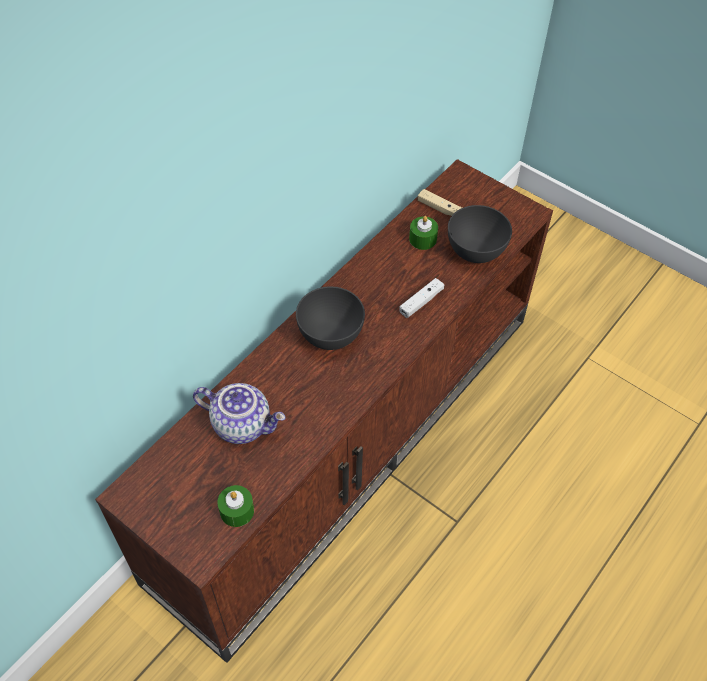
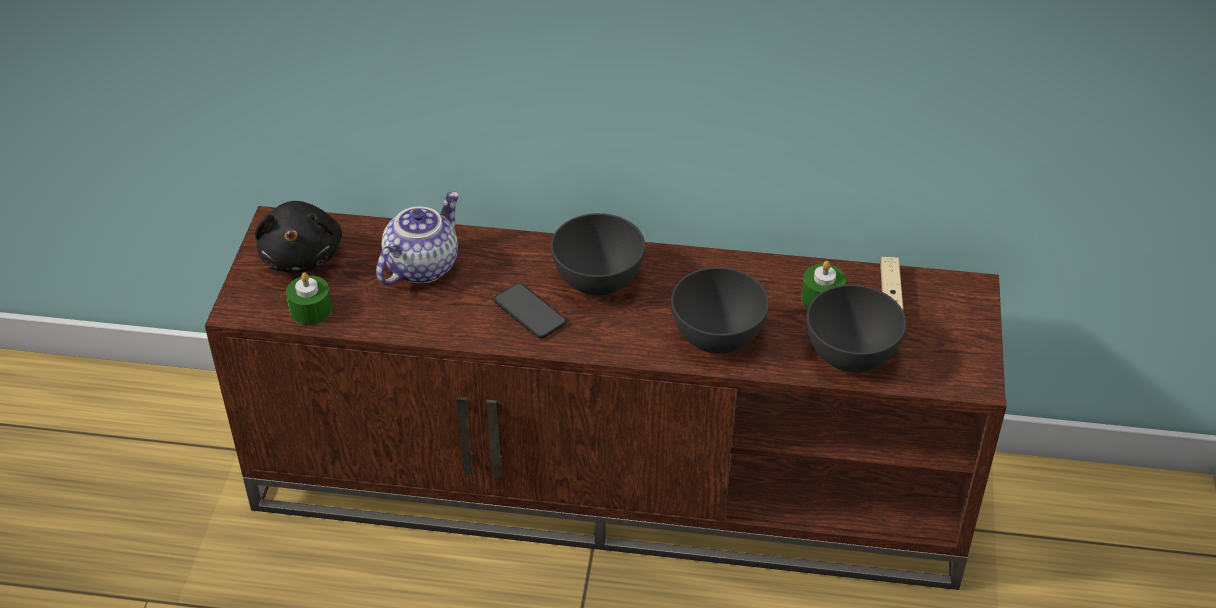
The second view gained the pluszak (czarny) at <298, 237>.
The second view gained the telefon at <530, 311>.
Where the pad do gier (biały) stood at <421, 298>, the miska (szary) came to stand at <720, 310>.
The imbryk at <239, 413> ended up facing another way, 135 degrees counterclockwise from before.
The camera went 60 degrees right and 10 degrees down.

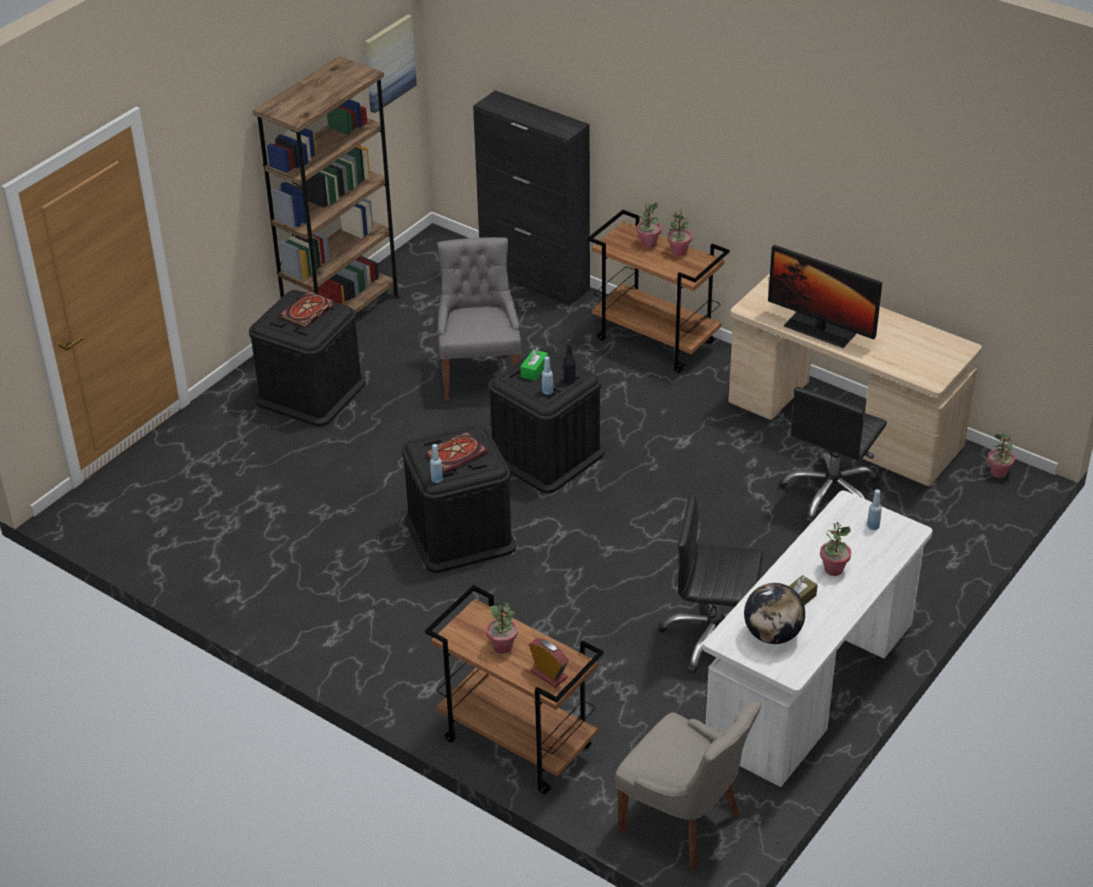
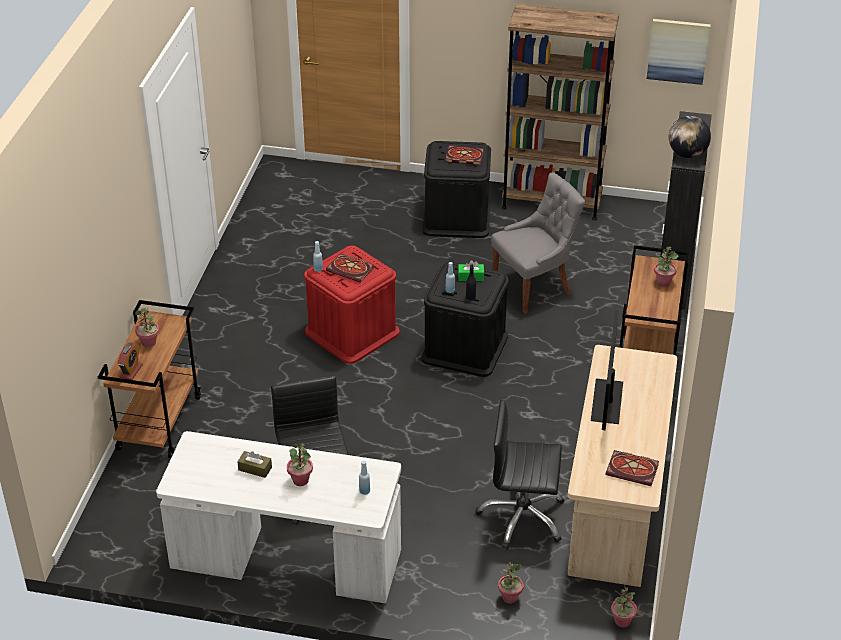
The second view lost the krzesło (szary) at <688, 785>.
The second view gained the książka at <632, 468>.
The roślina doniczkowa ended up elsewhere, having gone from <679, 233> to <511, 583>.
The globus ended up elsewhere, having gone from <774, 613> to <690, 137>.
What was the pojemnik do przechowywania (czarny) at <459, 499> turned into the pojemnik do przechowywania (czerwony) at <351, 304>.
The camera went 65 degrees right and 0 degrees up.

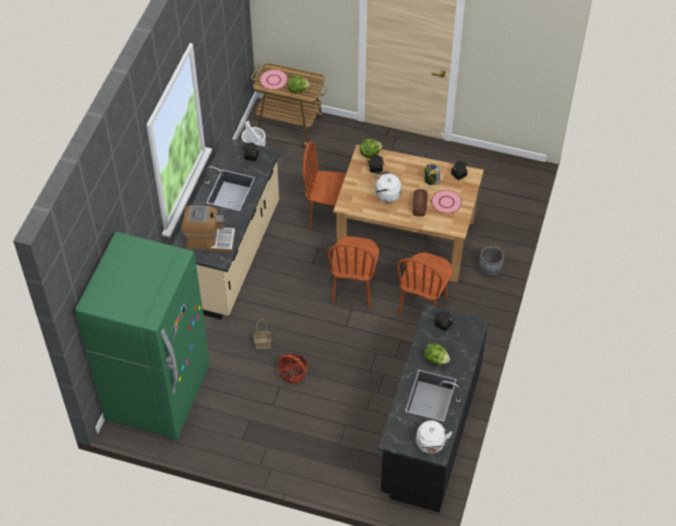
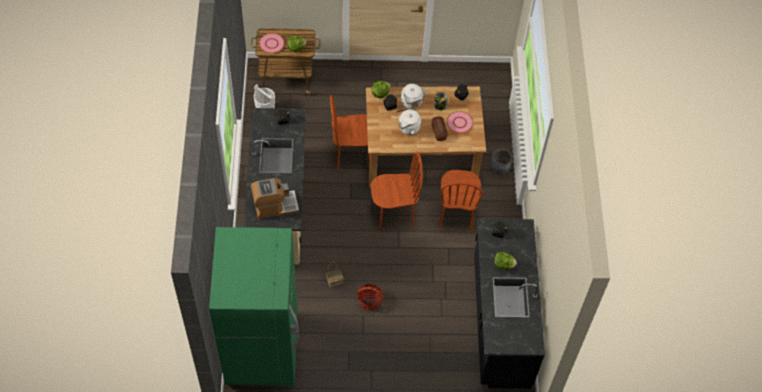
The czajnik (biały) ended up elsewhere, having gone from <434, 437> to <414, 96>.
The krzesło (brązowy) at <353, 272> ended up facing another way, 90 degrees counterclockwise from before.
The camera went 20 degrees left and 5 degrees up.

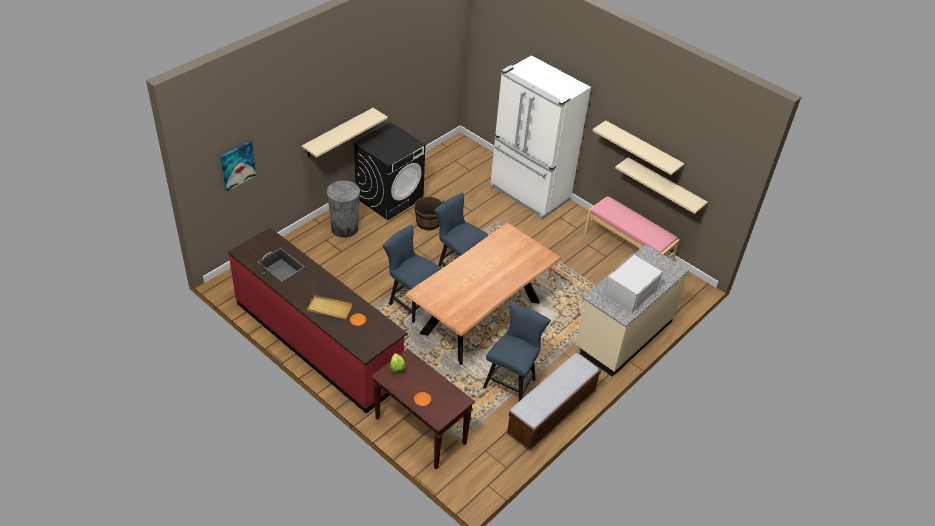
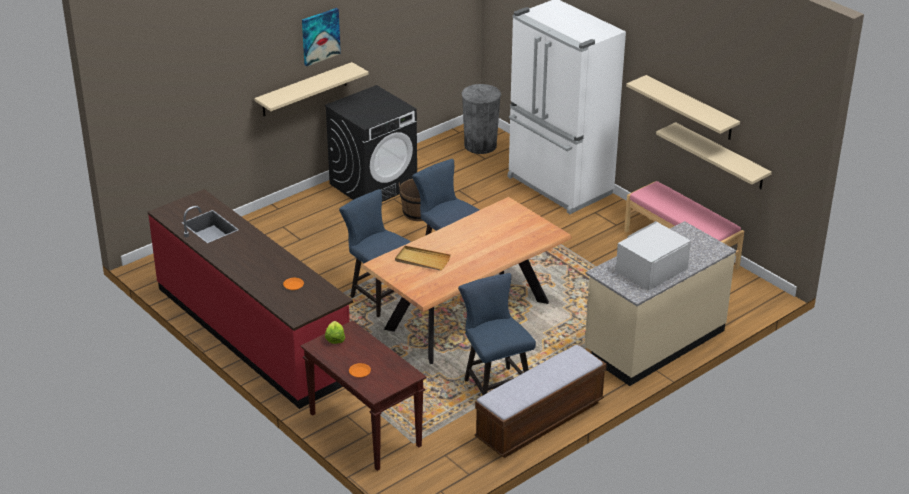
The obraz ended up elsewhere, having gone from <238, 166> to <321, 37>.
The taca (beżowy) ended up elsewhere, having gone from <330, 307> to <423, 258>.
The kosz na śmieci (szary) ended up elsewhere, having gone from <343, 209> to <481, 119>.
The krzesło (niebieski) at <517, 352> ended up facing another way, 60 degrees counterclockwise from before.
The camera went 10 degrees right and 10 degrees down.

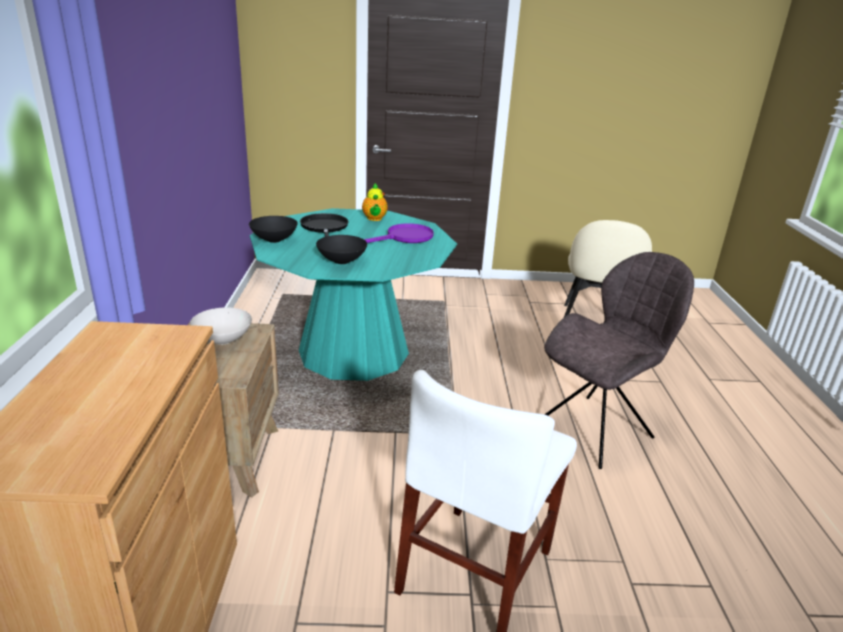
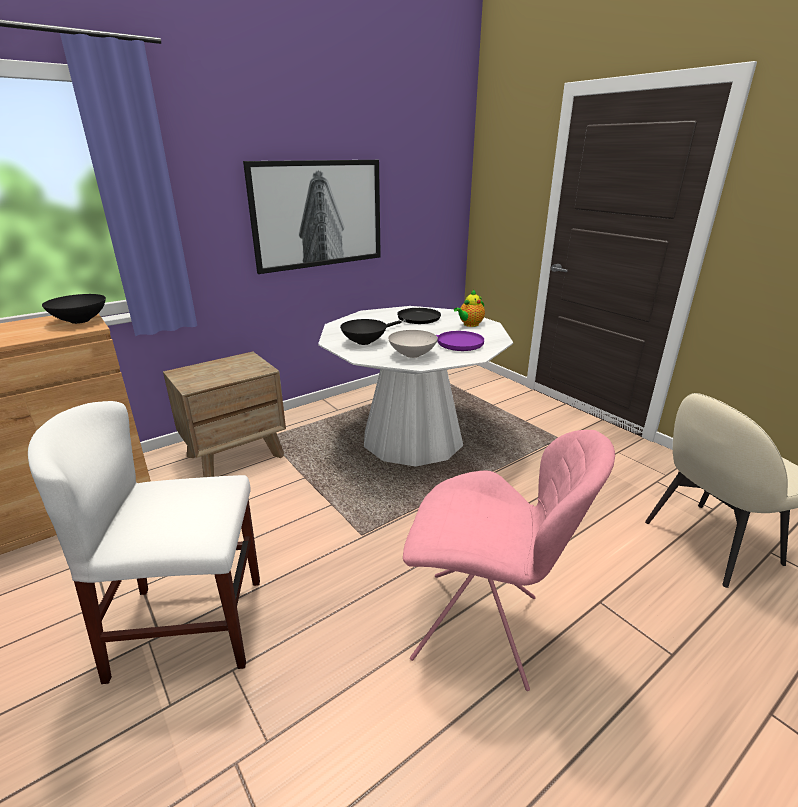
The second view gained the obraz at <312, 217>.
The miska (biały) ended up elsewhere, having gone from <221, 326> to <413, 344>.
The miska (czarny) ended up elsewhere, having gone from <273, 229> to <74, 309>.
What was the stół jadalny (turkusowy) at <353, 294> turned into the stół jadalny (biały) at <415, 386>.
What was the krzesło (szary) at <619, 360> turned into the krzesło (różowy) at <509, 560>.
The camera went 55 degrees right and 0 degrees up.

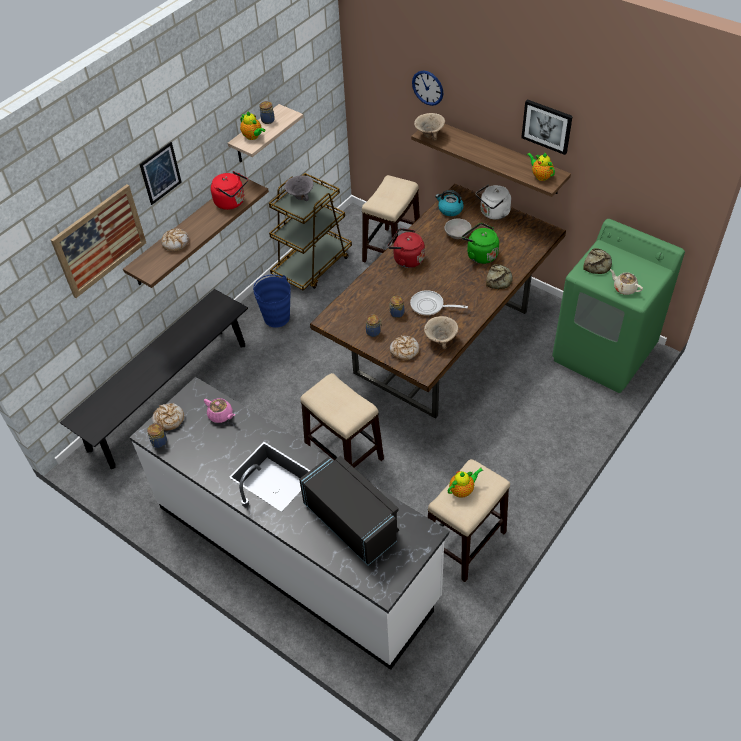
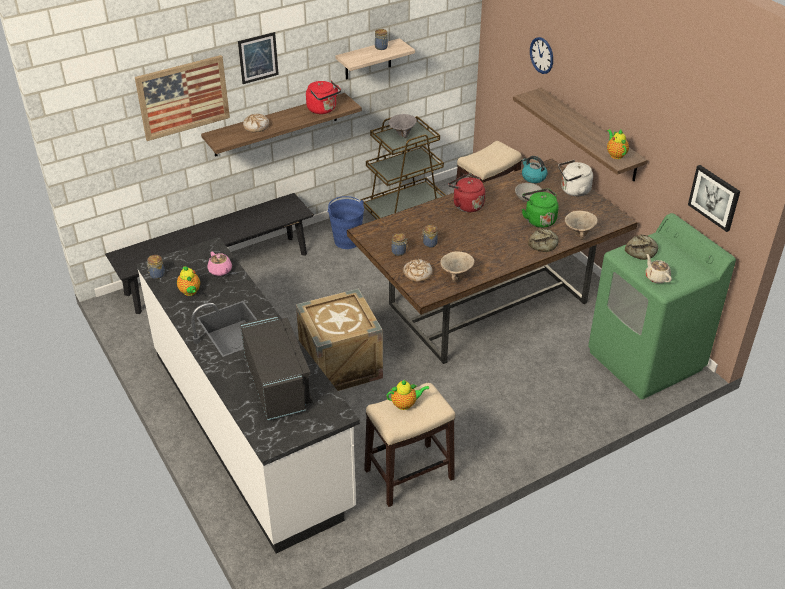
The second view lost the chleb at <168, 417>.
The second view lost the patelnia at <439, 303>.
The imbryk ended up elsewhere, having gone from <253, 125> to <188, 281>.
The miska (beżowy) ended up elsewhere, having gone from <429, 127> to <581, 225>.
The obraz ended up elsewhere, having gone from <547, 127> to <714, 198>.
Where the stołek stood at <342, 420>, the skrzynka came to stand at <339, 340>.
The camera went 20 degrees right and 10 degrees down.

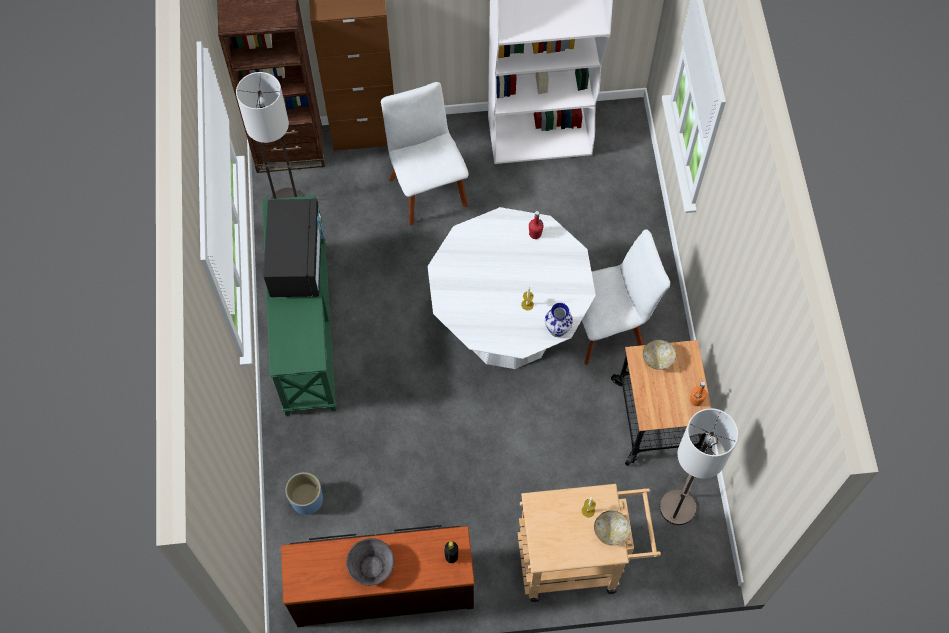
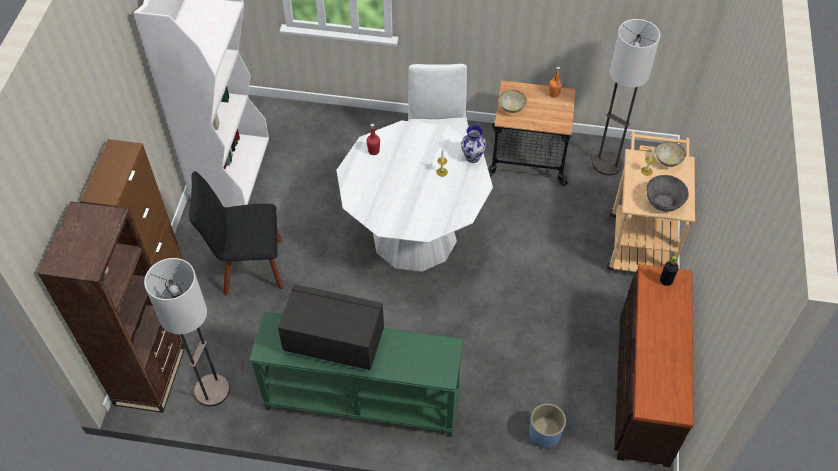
The miska (szary) ended up elsewhere, having gone from <370, 562> to <667, 193>.
What was the krzesło (biały) at <425, 154> turned into the krzesło (czarny) at <236, 233>.
The camera went 75 degrees left and 10 degrees down.

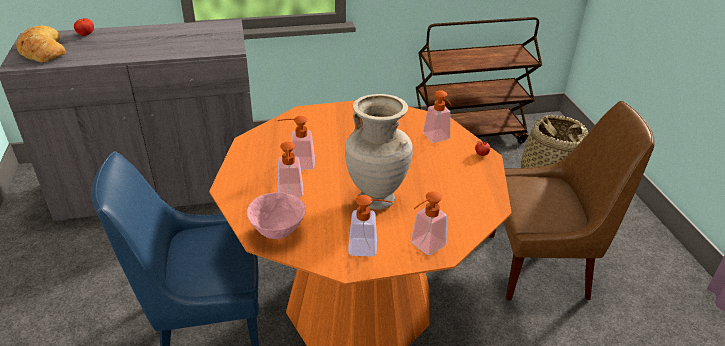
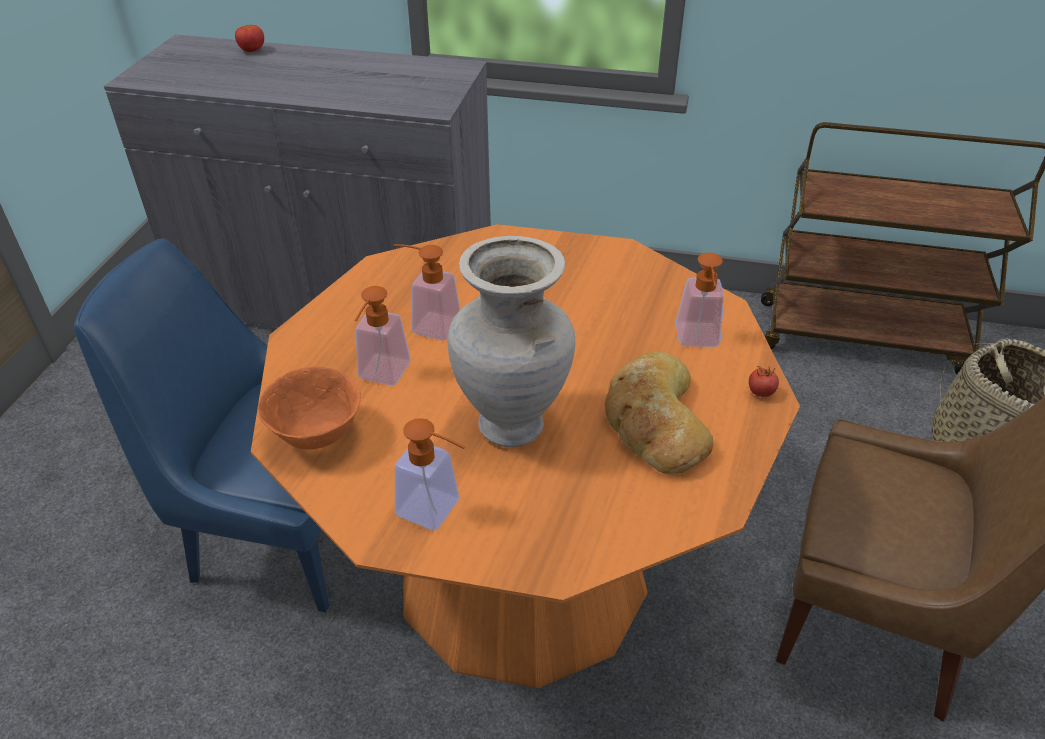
The second view lost the dozownik mydła at <429, 223>.
The chleb ended up elsewhere, having gone from <41, 44> to <659, 413>.
What was the miska (różowy) at <276, 215> turned into the miska (pomarańczowy) at <309, 408>.
The camera went 25 degrees right and 5 degrees up.

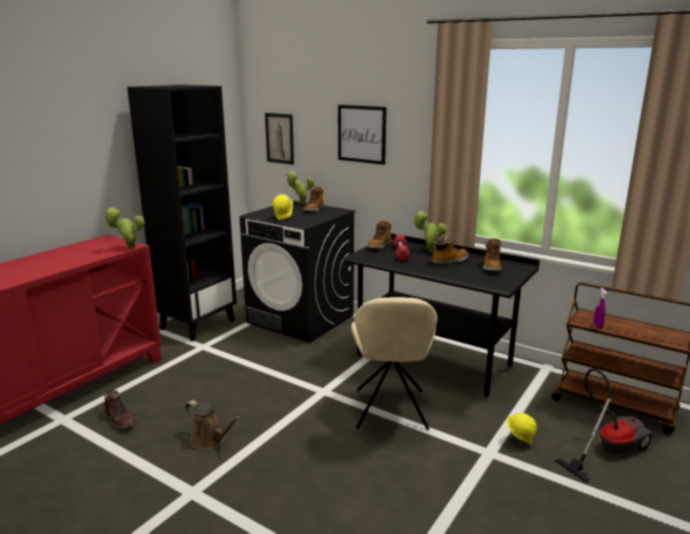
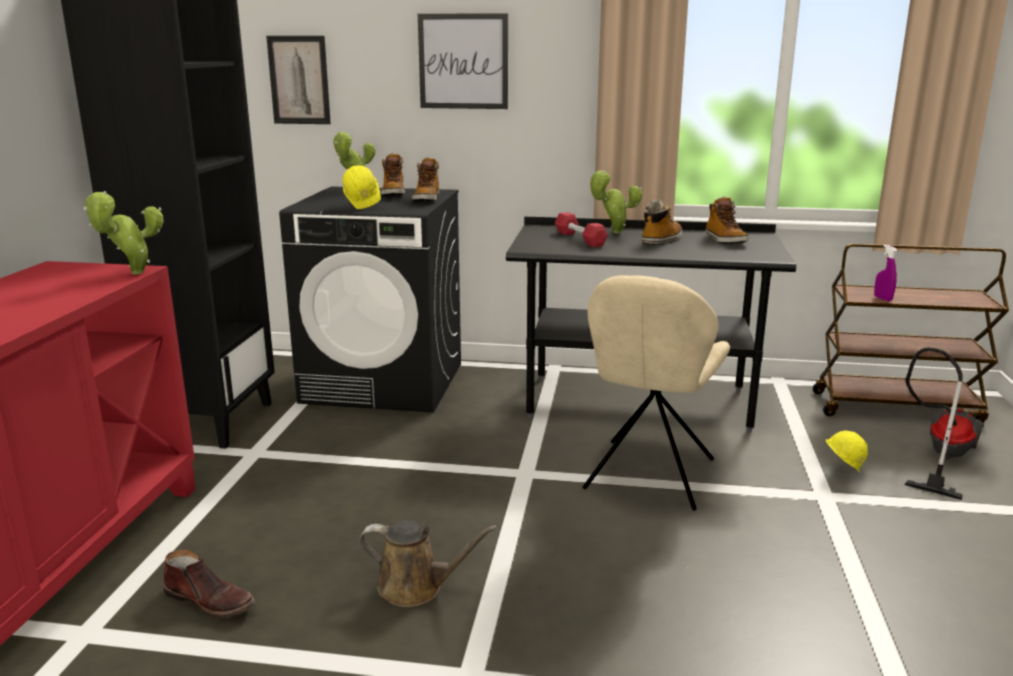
The but z cholewką ended up elsewhere, having gone from <379, 234> to <426, 179>.
The krzesło (beżowy) at <394, 363> ended up facing another way, 45 degrees clockwise from before.
The camera went 25 degrees left and 0 degrees up.

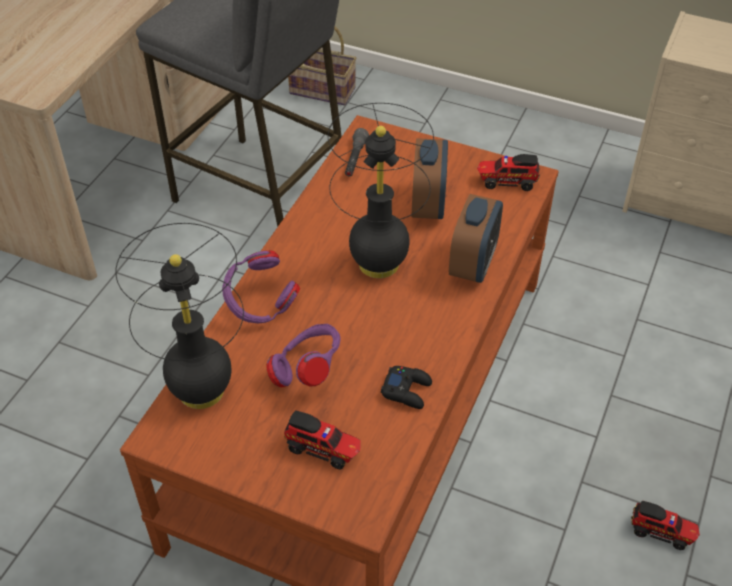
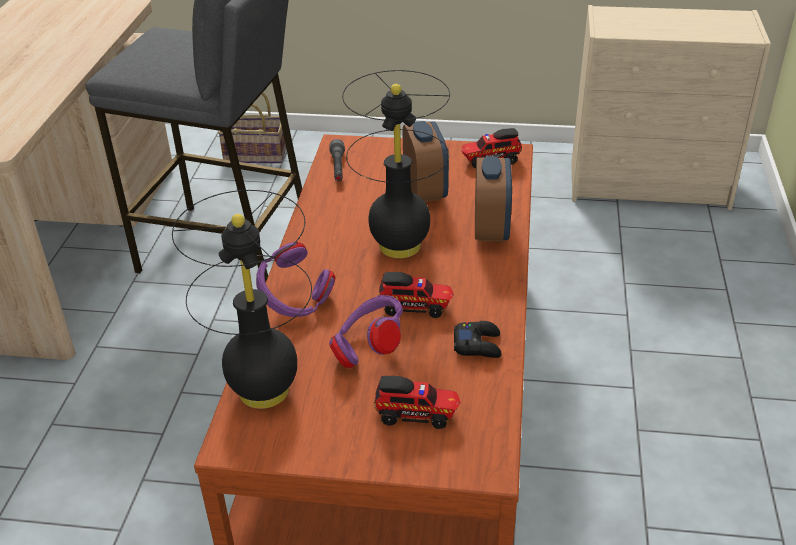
The ciężarówka zabawkowa ended up elsewhere, having gone from <665, 525> to <416, 295>.
The camera went 15 degrees left and 10 degrees down.

